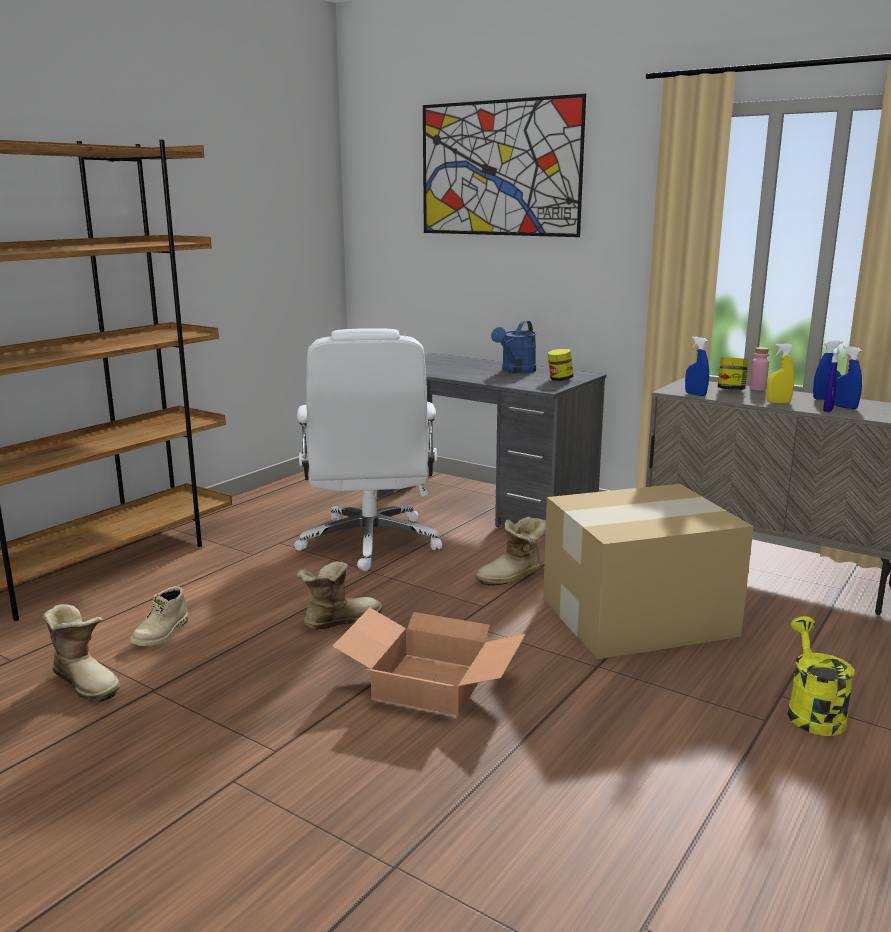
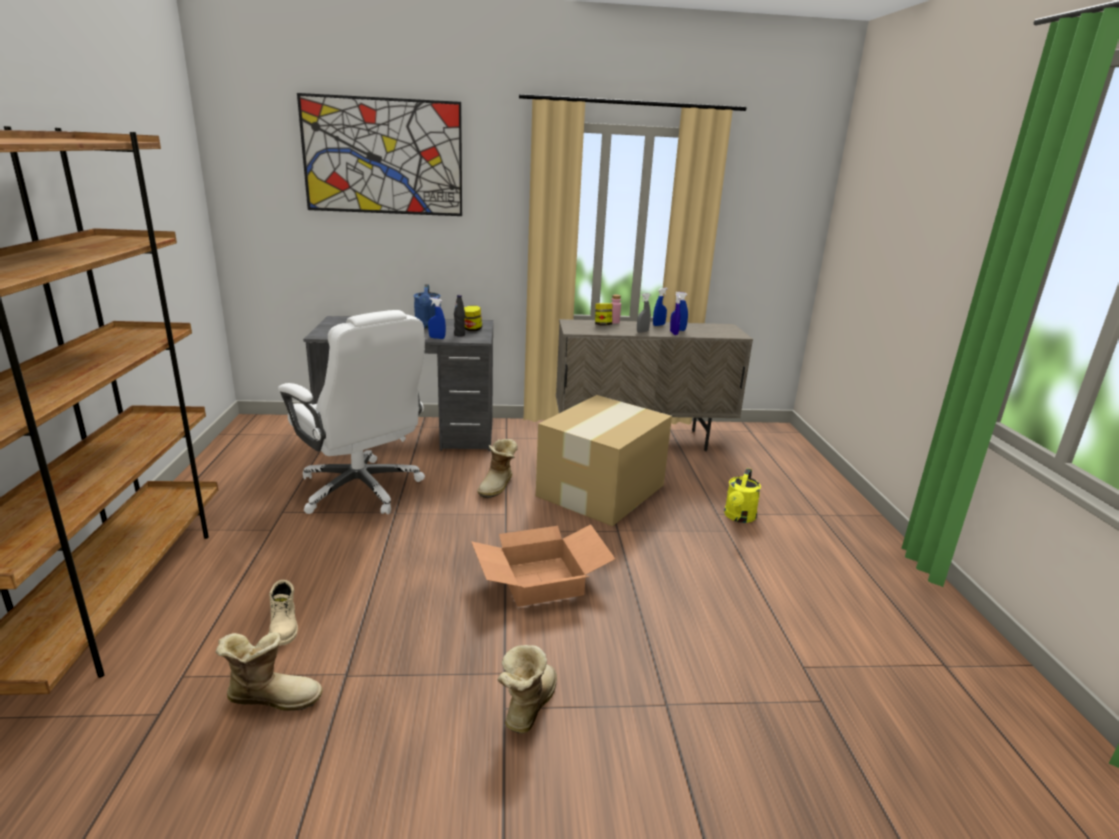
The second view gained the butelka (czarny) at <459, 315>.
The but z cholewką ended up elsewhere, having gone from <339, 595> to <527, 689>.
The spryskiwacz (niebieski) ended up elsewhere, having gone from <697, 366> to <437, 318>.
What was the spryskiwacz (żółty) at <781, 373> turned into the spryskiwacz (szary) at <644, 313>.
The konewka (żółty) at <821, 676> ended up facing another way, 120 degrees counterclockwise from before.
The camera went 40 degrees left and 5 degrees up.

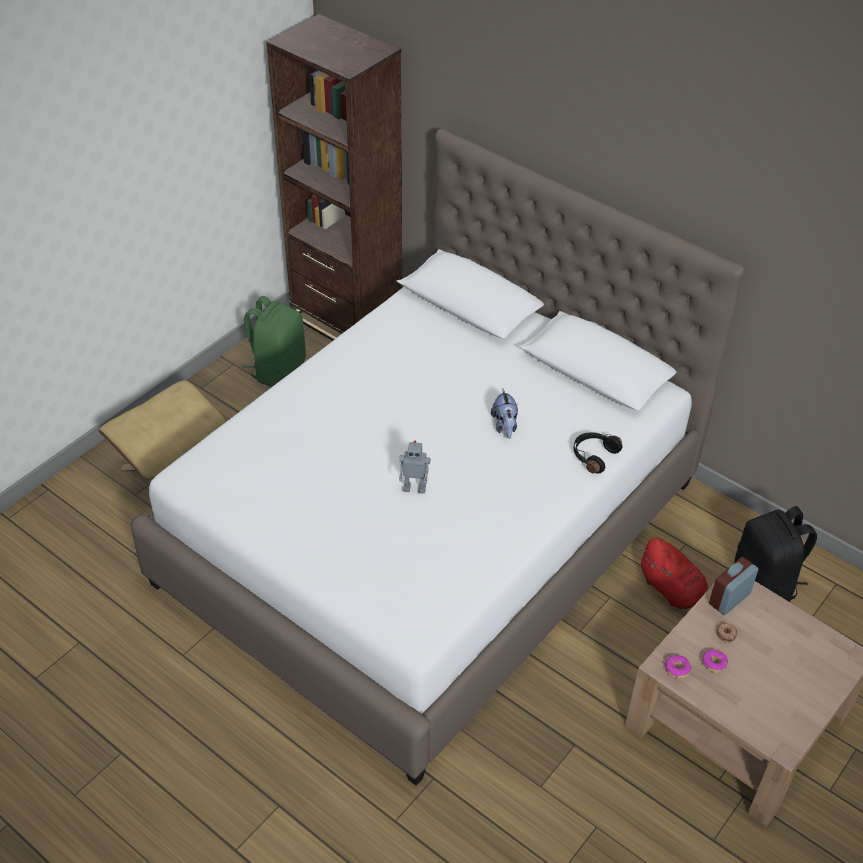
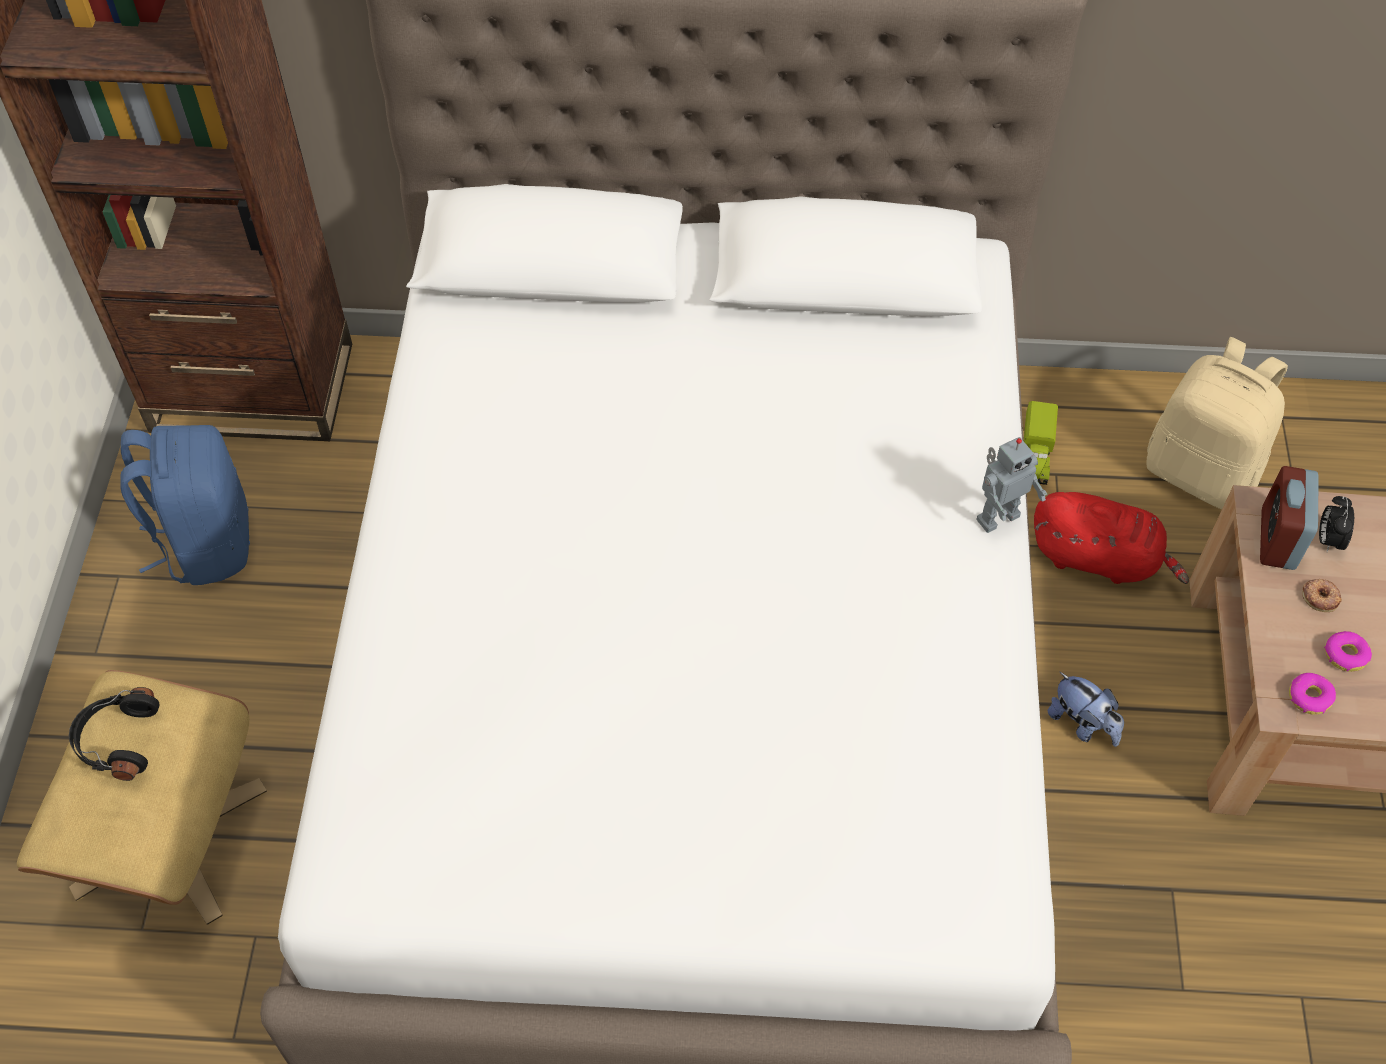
The second view gained the ciężarówka zabawkowa at <1041, 443>.
The second view gained the budzik at <1336, 524>.
The robot zabawkowy ended up elsewhere, having gone from <414, 467> to <1011, 485>.
The pluszak ended up elsewhere, having gone from <504, 414> to <1086, 709>.
The słuchawki (czarny) ended up elsewhere, having gone from <598, 453> to <114, 734>.
What was the plecak (zielony) at <274, 341> turned into the plecak (niebieski) at <185, 505>.
What was the plecak (czarny) at <775, 554> turned into the plecak (beżowy) at <1217, 423>.
The camera went 35 degrees left and 10 degrees up.

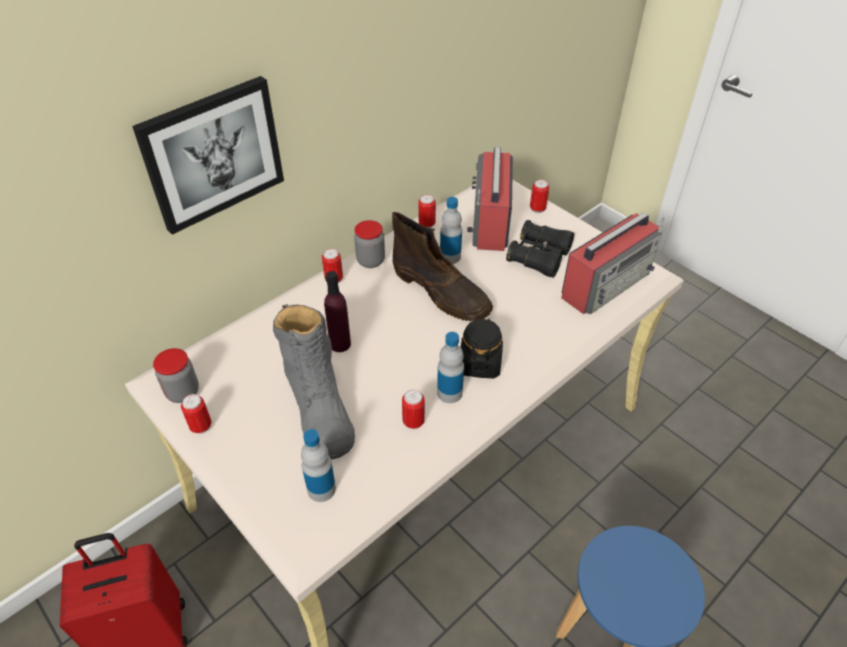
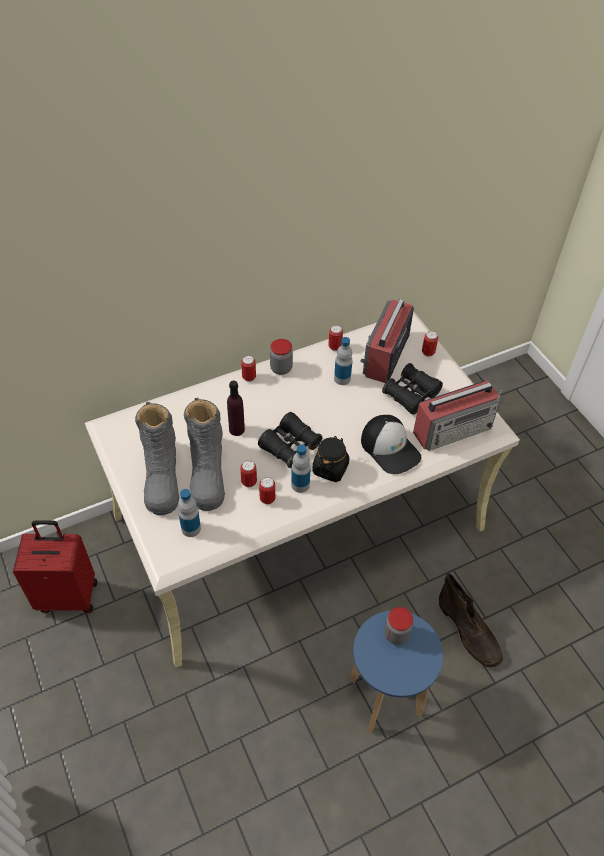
The second view lost the obraz at <208, 155>.
The second view gained the but z cholewką (szary) at <157, 458>.
The second view gained the lornetka (czarny) at <290, 440>.
The second view gained the czapka z daszkiem at <391, 444>.
The słoik ended up elsewhere, having gone from <176, 375> to <398, 626>.
The puszka ended up elsewhere, having gone from <196, 414> to <248, 473>.
The but z cholewką (brązowy) ended up elsewhere, having gone from <442, 266> to <471, 620>.
The camera went 15 degrees right and 5 degrees up.

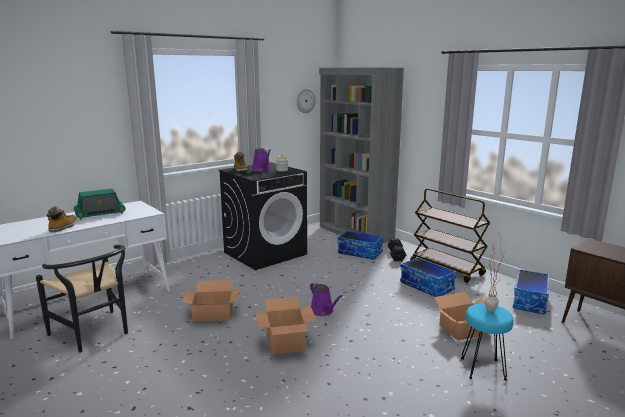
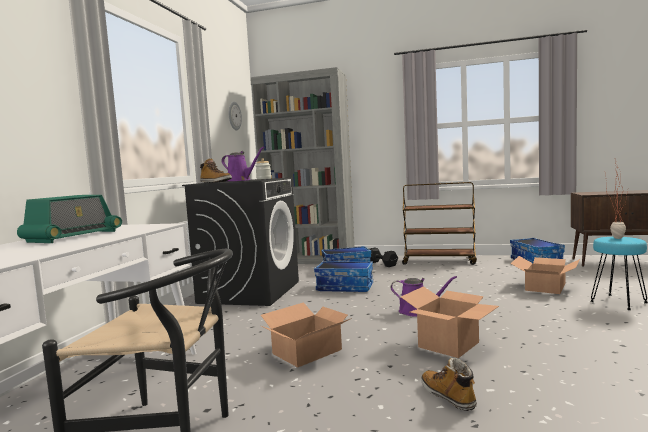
The but z cholewką ended up elsewhere, having gone from <62, 219> to <449, 384>.
The pojemnik do przechowywania ended up elsewhere, having gone from <428, 277> to <343, 276>.
The camera went 35 degrees left and 10 degrees down.

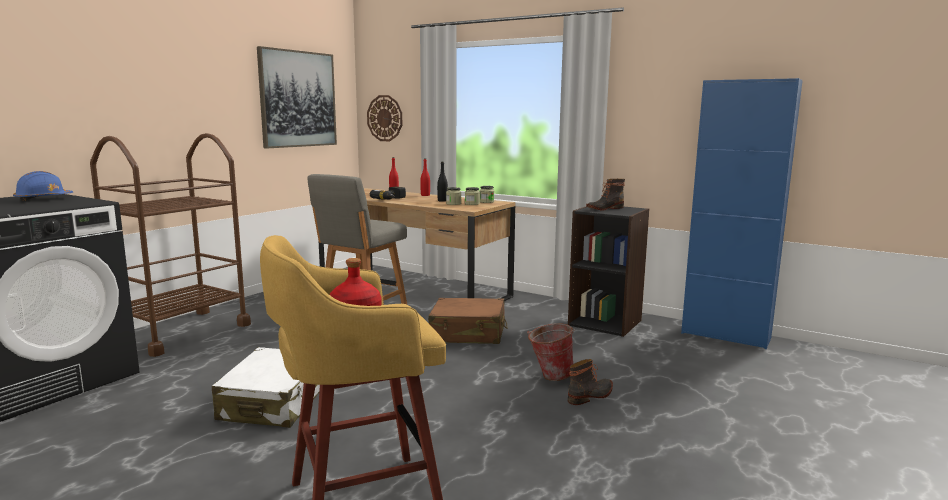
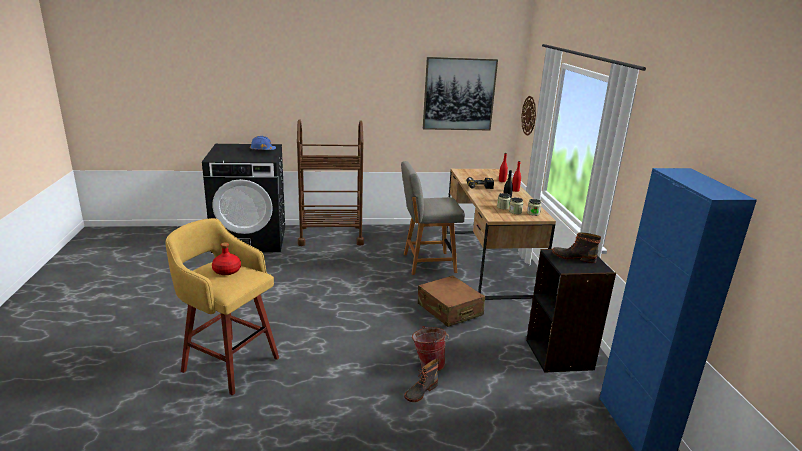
The second view lost the walizka (biały) at <266, 387>.
The but z cholewką at <590, 382> ended up facing another way, 120 degrees clockwise from before.
The camera went 50 degrees right and 10 degrees up.

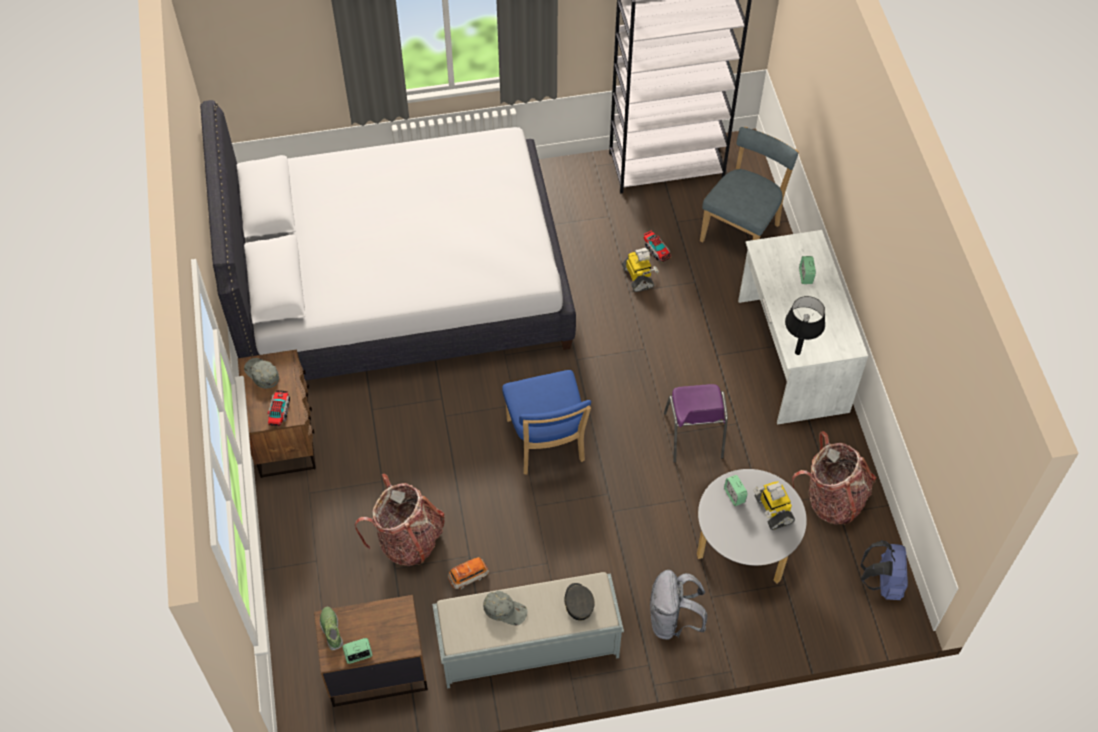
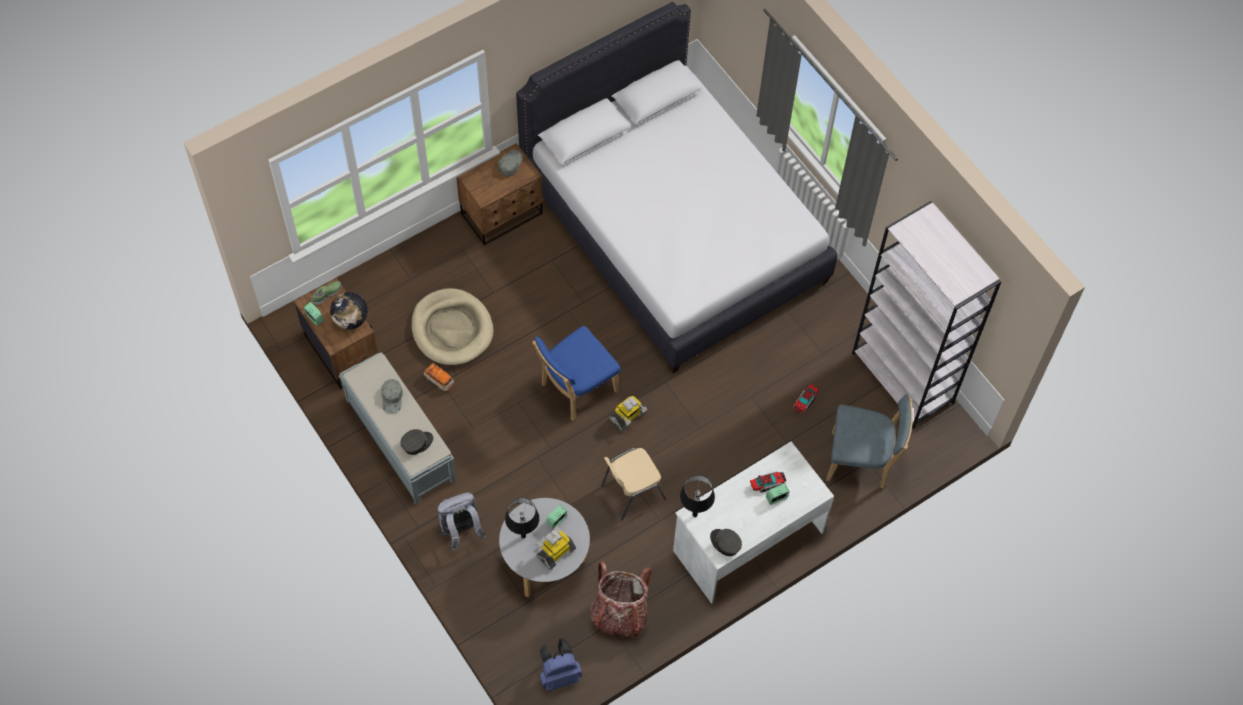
The second view gained the globus at <349, 310>.
The second view gained the lampa stołowa (czarny) at <522, 518>.
The second view gained the czapka z daszkiem (szary) at <726, 542>.
The ciężarówka zabawkowa ended up elsewhere, having gone from <278, 408> to <768, 482>.
The robot zabawkowy ended up elsewhere, having gone from <640, 270> to <628, 414>.
Where the plecak stood at <400, 520>, the legowisko (beżowy) came to stand at <452, 326>.
What was the krzesło (fioletowy) at <696, 423> turned into the krzesło (beżowy) at <634, 484>.
The camera went 65 degrees right and 5 degrees up.

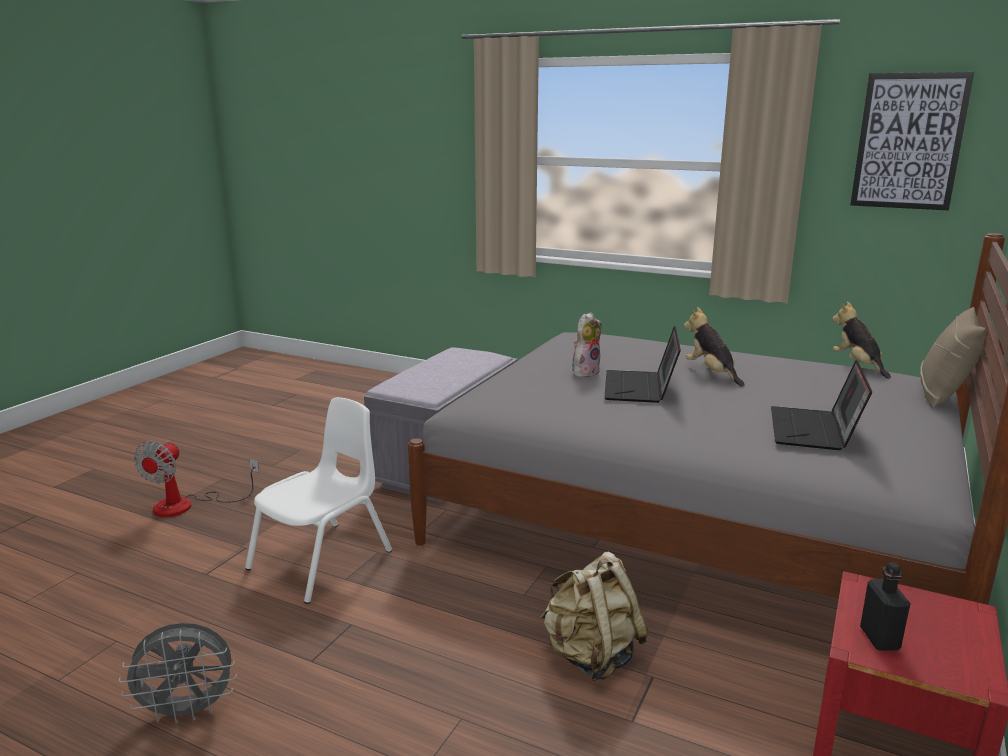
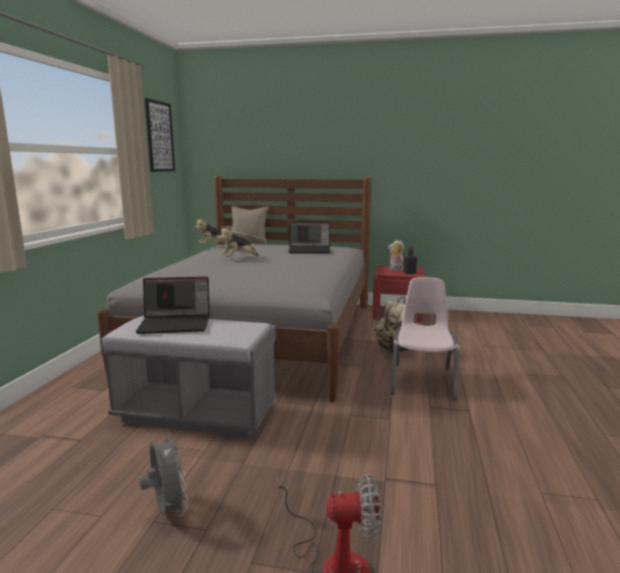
The second view lost the krzesło (biały) at <318, 500>.
The second view gained the krzesło (różowy) at <425, 338>.
The wentylator (szary) ended up elsewhere, having gone from <178, 673> to <163, 474>.
The pluszak ended up elsewhere, having gone from <587, 344> to <396, 255>.
The laptop ended up elsewhere, having gone from <642, 364> to <172, 305>.
The camera went 105 degrees left and 5 degrees down.

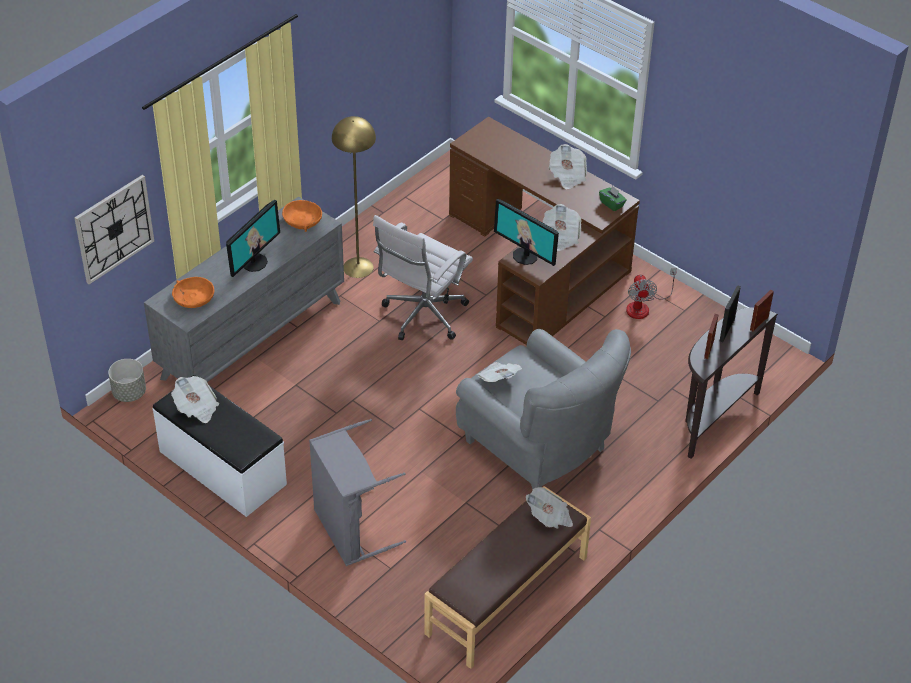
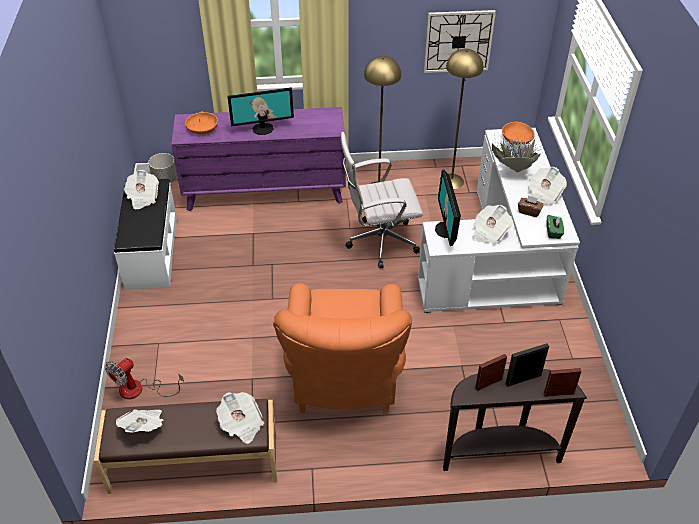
The second view lost the kosz na pranie (szary) at <357, 492>.
The second view gained the lampa stojąca (żółty) at <461, 119>.
The second view gained the roślina doniczkowa at <516, 154>.
The second view gained the pudełko chusteczek (brązowy) at <531, 206>.
The zegar ścienny ended up elsewhere, having gone from <114, 229> to <460, 41>.
The miska (pomarańczowy) ended up elsewhere, having gone from <302, 216> to <518, 133>.
The gazeta ended up elsewhere, having gone from <499, 372> to <139, 420>.
The wentylator ended up elsewhere, having gone from <651, 293> to <144, 378>.
What was the komoda (szary) at <244, 289> turned into the komoda (fioletowy) at <258, 159>.
What was the biurko (brązowy) at <544, 231> turned into the biurko (biały) at <499, 220>.
What was the fotel (szary) at <543, 409> turned into the fotel (pomarańczowy) at <342, 348>.
The camera went 45 degrees right and 0 degrees up.

